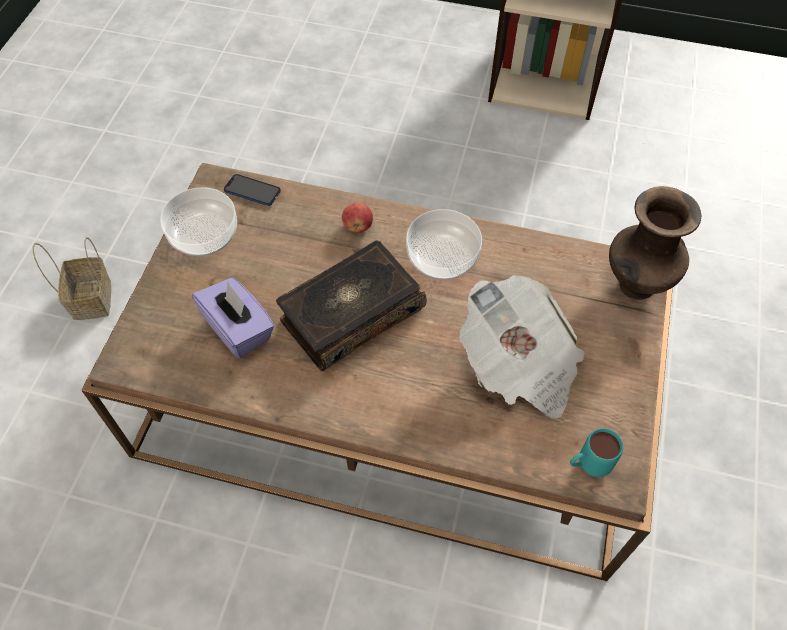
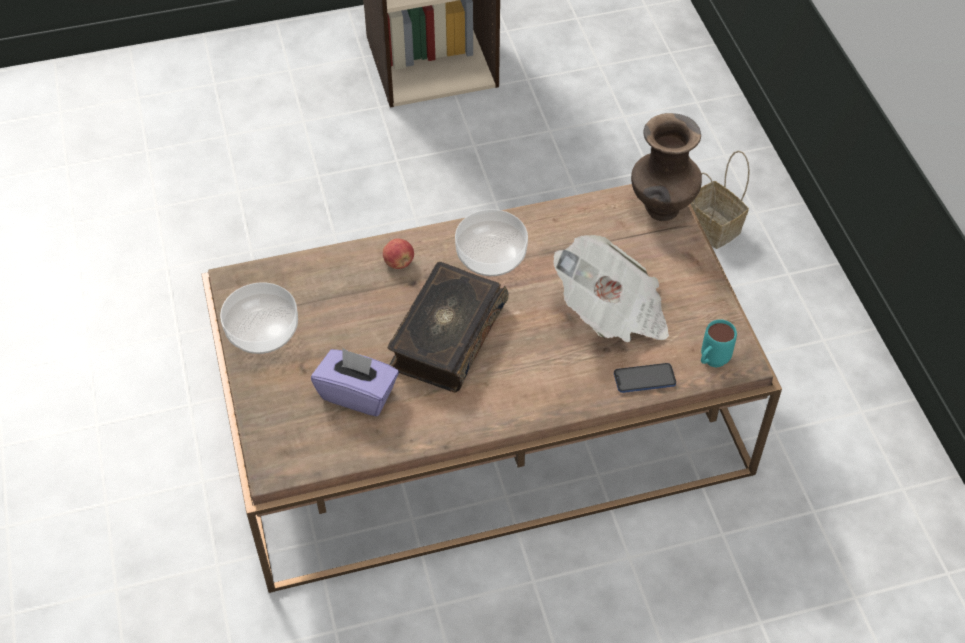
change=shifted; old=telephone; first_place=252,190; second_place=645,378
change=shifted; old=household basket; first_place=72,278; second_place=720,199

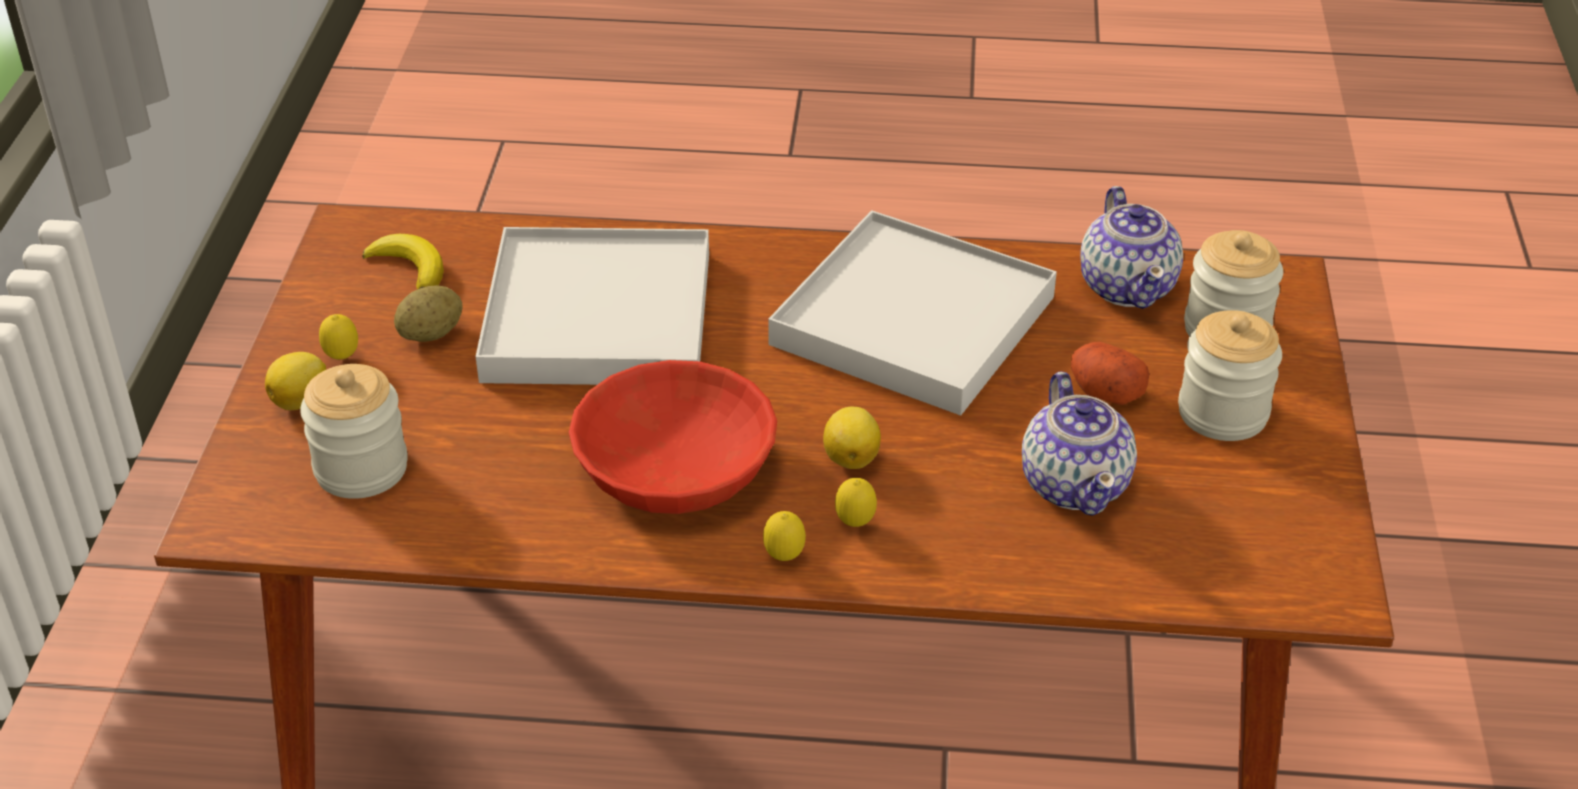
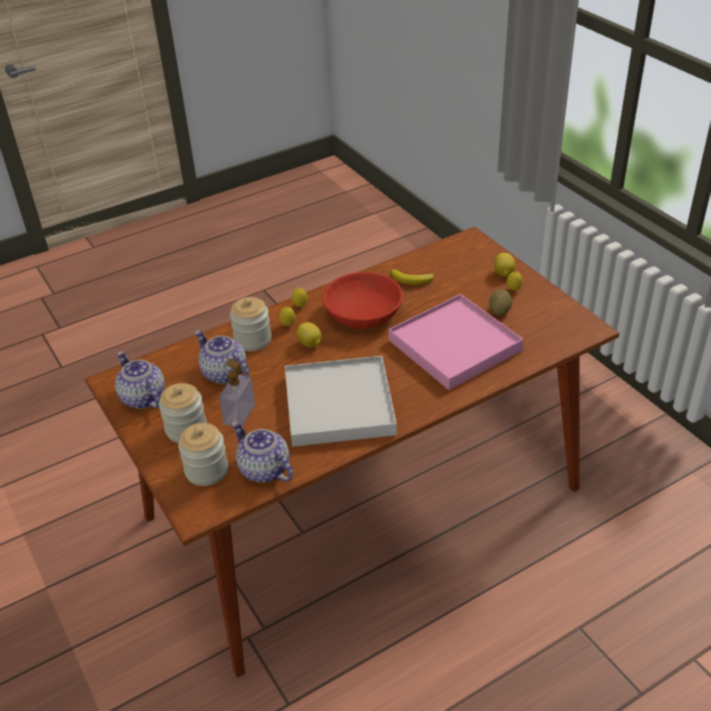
change=repainted; old=whitish serving tray; new=pinkish serving tray; first_place=592,306; second_place=456,342
change=shifted; old=banana fruit; first_place=403,261; second_place=412,277
change=swapped; old=spud; new=soap dispenser; first_place=1110,373; second_place=237,392
change=shifted; old=storage jar; first_place=354,431; second_place=250,324
change=new; new=tea pot; second_place=140,380

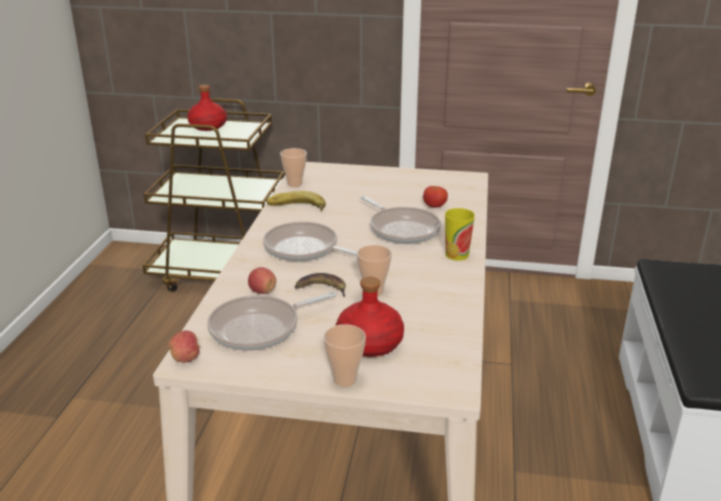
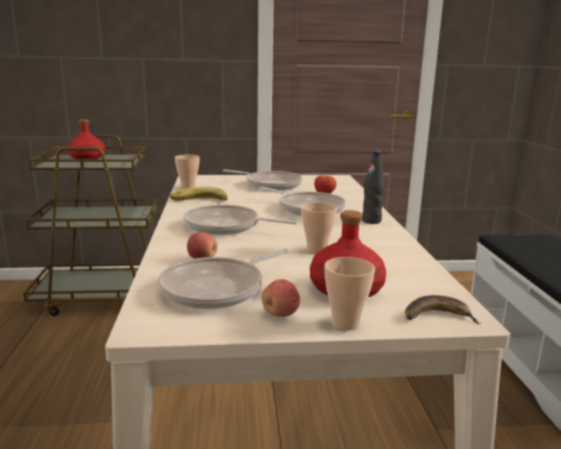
change=swapped; old=cup; new=black bottle; first_place=460,234; second_place=373,187
change=shifted; old=banana fruit; first_place=320,285; second_place=443,309
change=shifted; old=apple; first_place=184,346; second_place=281,298
change=new; new=skillet; second_place=263,179

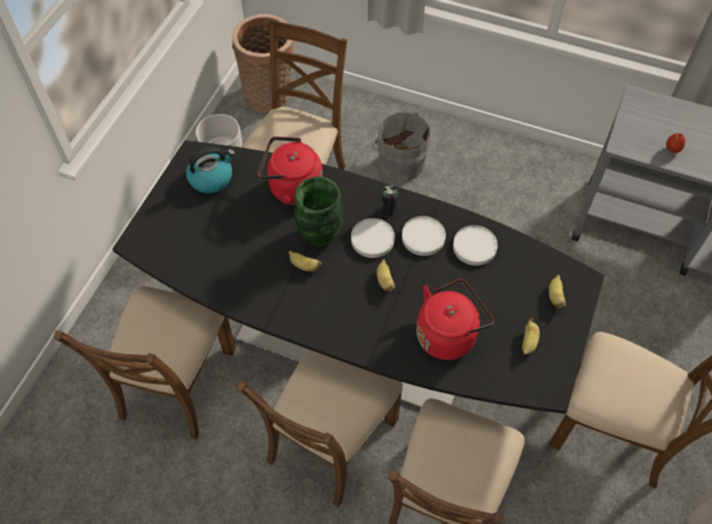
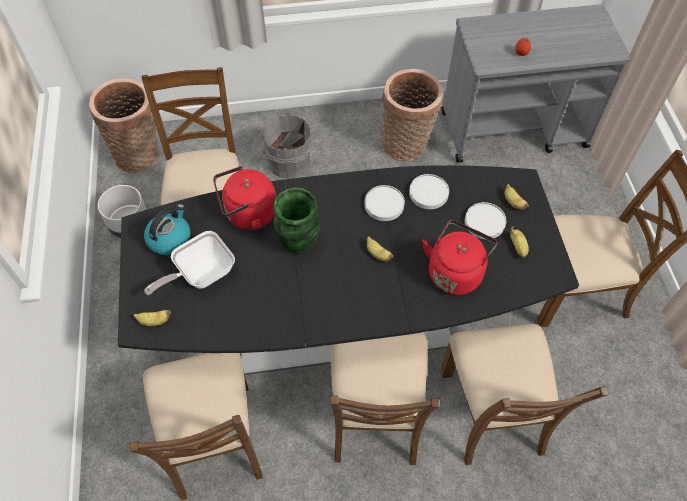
change=gone; old=can; first_place=389,201
change=shifted; old=whitish flat dish; first_place=373,238; second_place=485,220
change=shifted; old=banana fruit; first_place=305,261; second_place=152,318
change=new; new=household basket; second_place=412,115
change=new; new=skillet; second_place=189,263

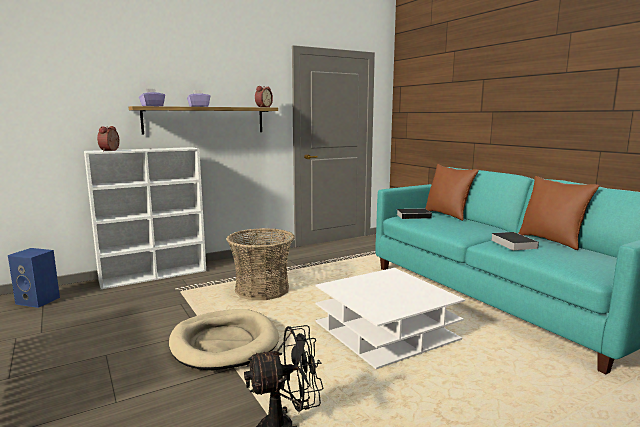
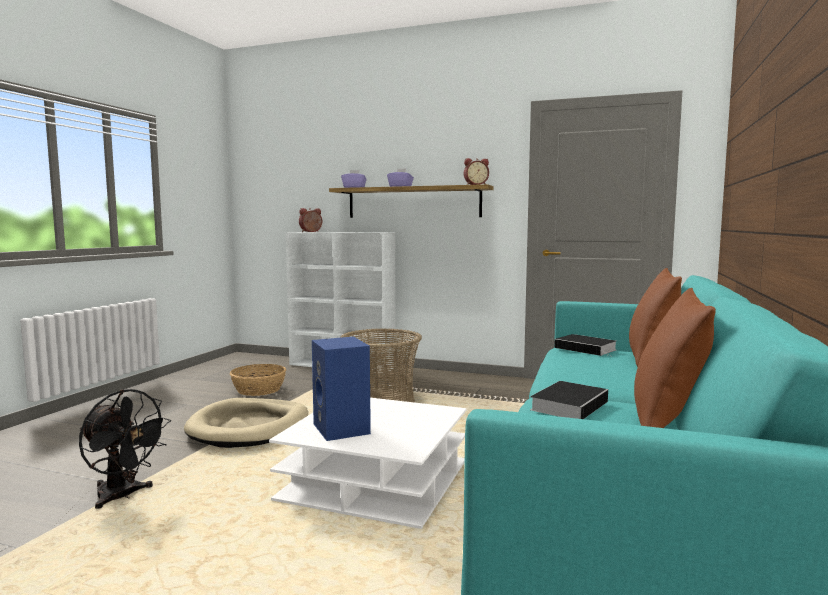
change=shifted; old=blue loudspeaker; first_place=34,278; second_place=341,389
change=new; new=household basket; second_place=258,380

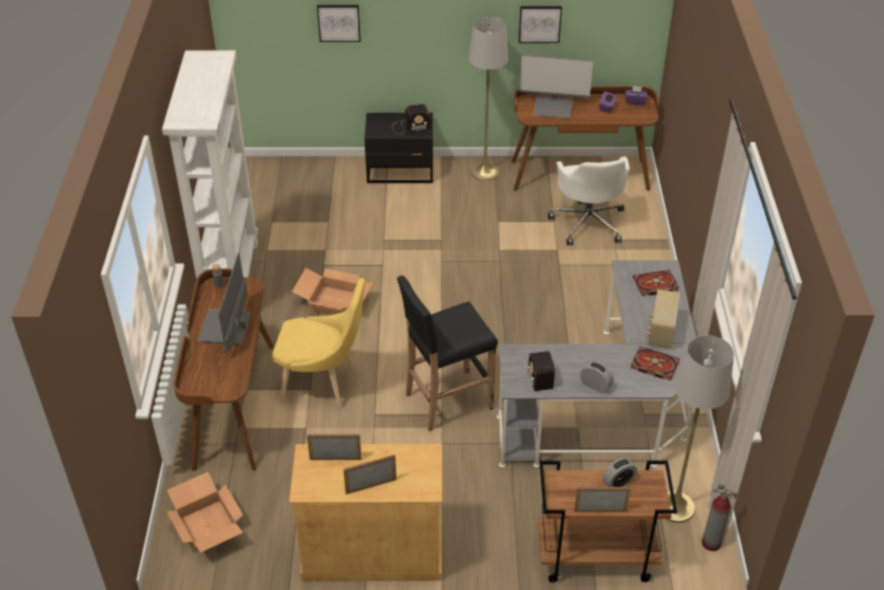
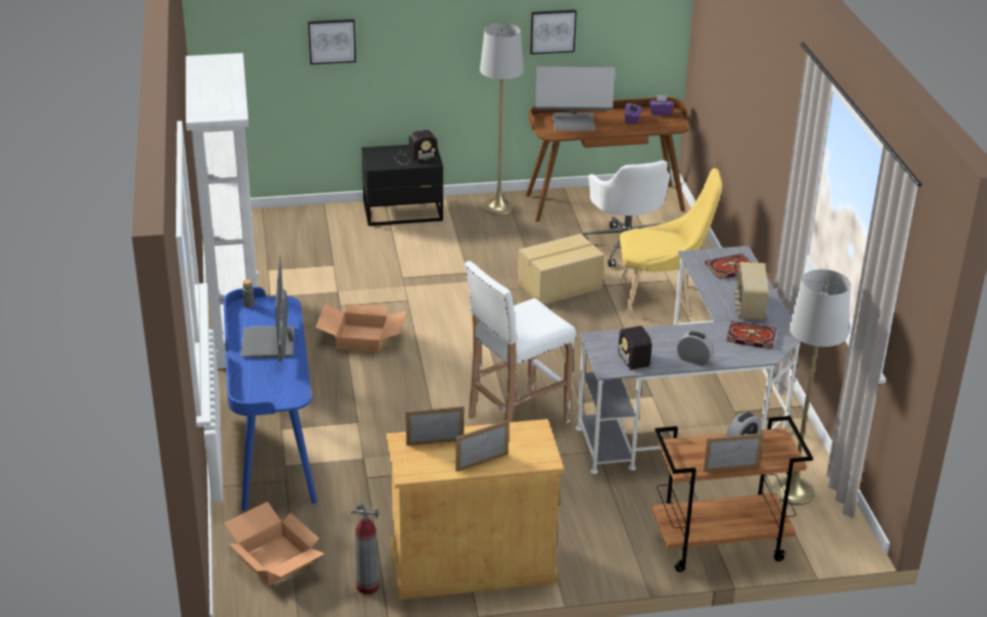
change=repainted; old=brownish desk unit; new=blue desk unit; first_place=223,370; second_place=270,399
change=repainted; old=black stool; new=whitish stool; first_place=447,353; second_place=520,342
change=shifted; old=yellow-coloured plain chair; first_place=318,343; second_place=671,242
change=shifted; old=fire-fighting cylinder; first_place=719,517; second_place=365,549
change=new; new=packing box; second_place=561,269

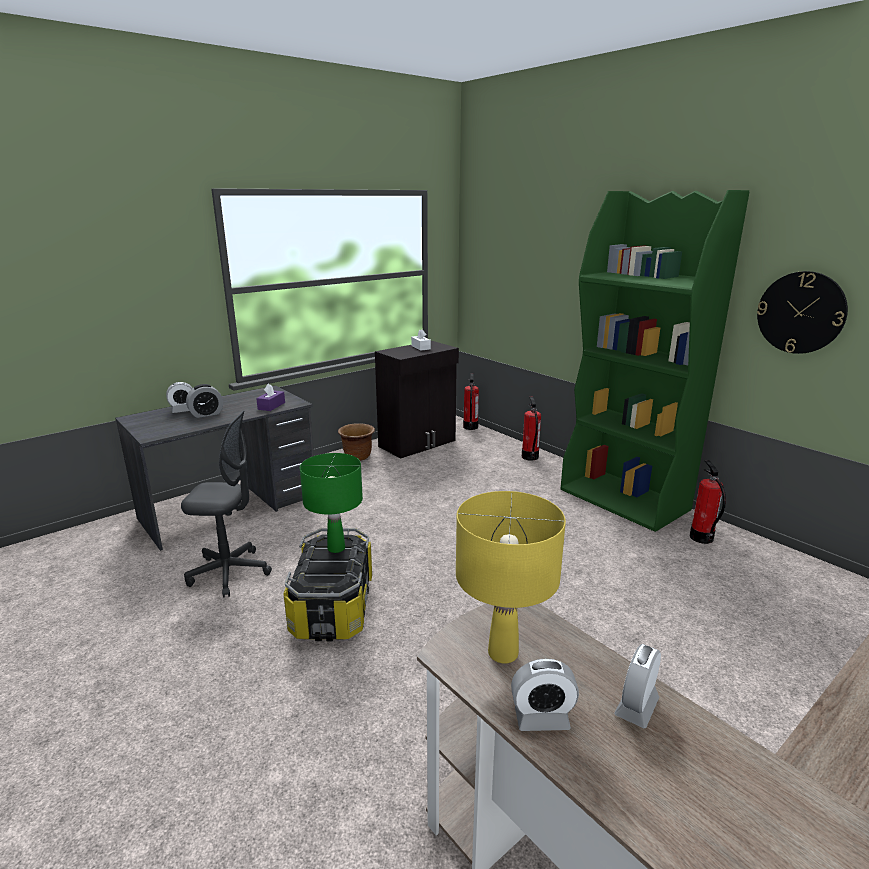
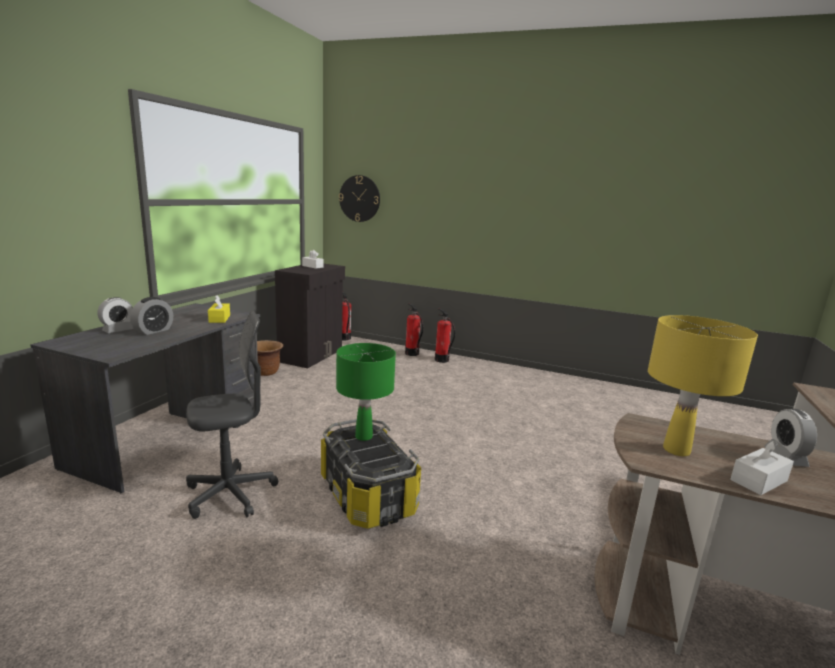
change=gone; old=green-coloured shelving unit; first_place=655,361
change=shifted; old=hanging clock; first_place=802,312; second_place=359,198
change=repainted; old=purple-coloured tissue box; new=yellow-coloured tissue box; first_place=270,397; second_place=219,309
change=shifted; old=fire-fighting cylinder; first_place=708,502; second_place=445,335
change=swapped; old=table clock; new=whitish tissue box; first_place=545,695; second_place=762,468

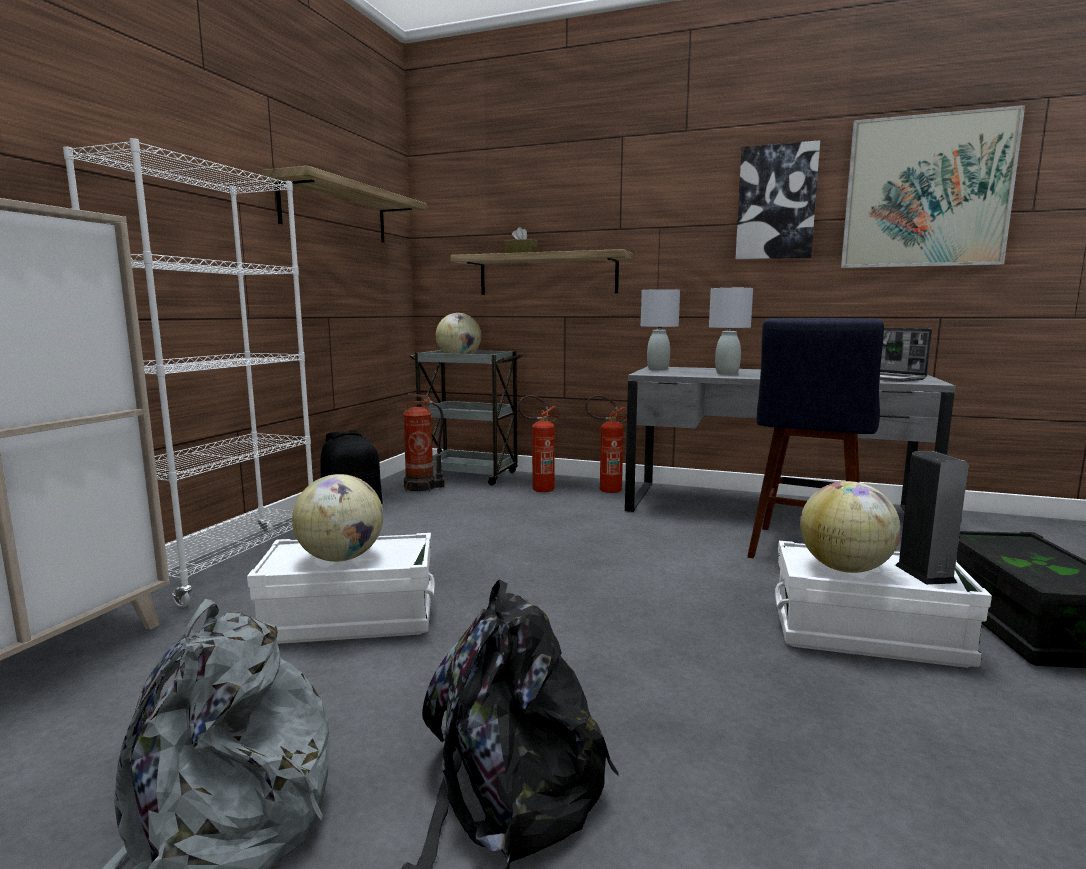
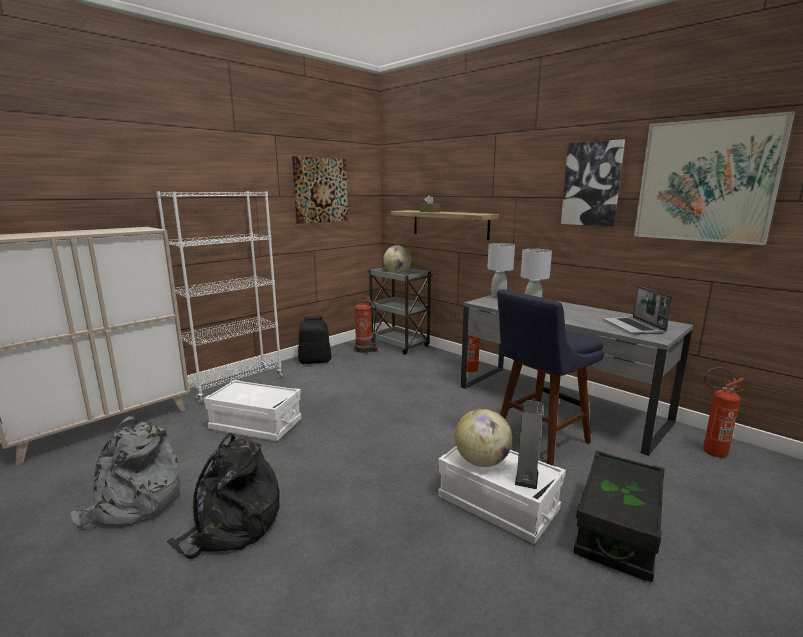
change=swapped; old=bracket shelf; new=wall picture; first_place=344,204; second_place=320,190
change=shifted; old=fire-fighting cylinder; first_place=538,443; second_place=723,412
change=gone; old=desk globe; first_place=337,518

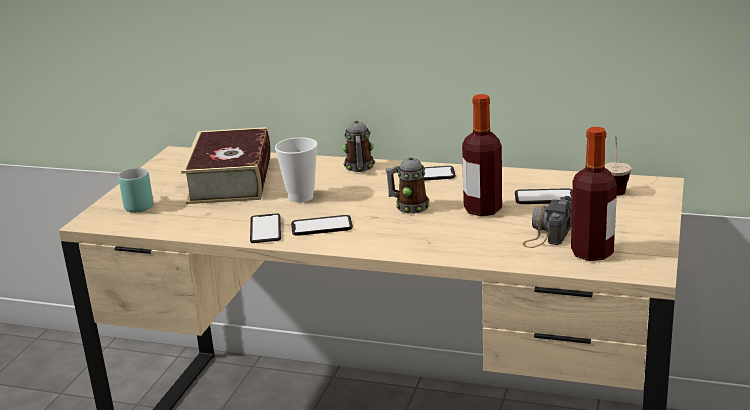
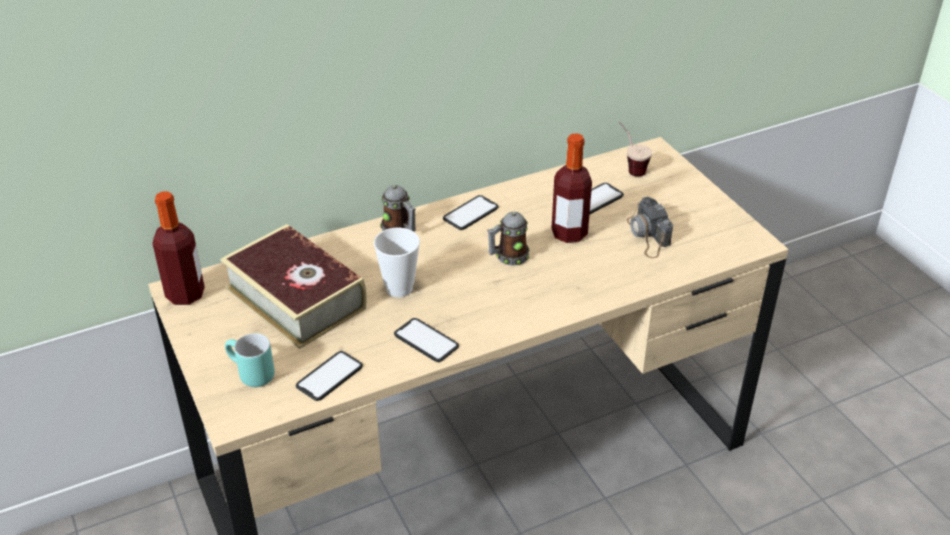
change=shifted; old=bottle; first_place=594,194; second_place=178,248
change=shifted; old=telephone; first_place=322,225; second_place=329,376

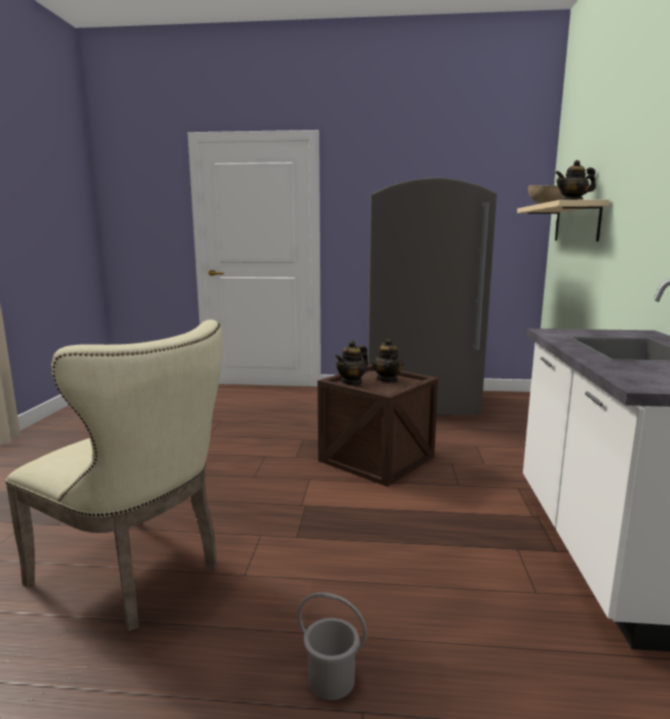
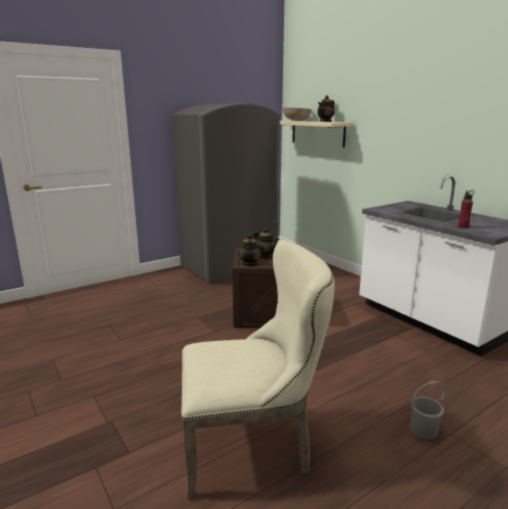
change=new; new=red bottle; second_place=466,209

